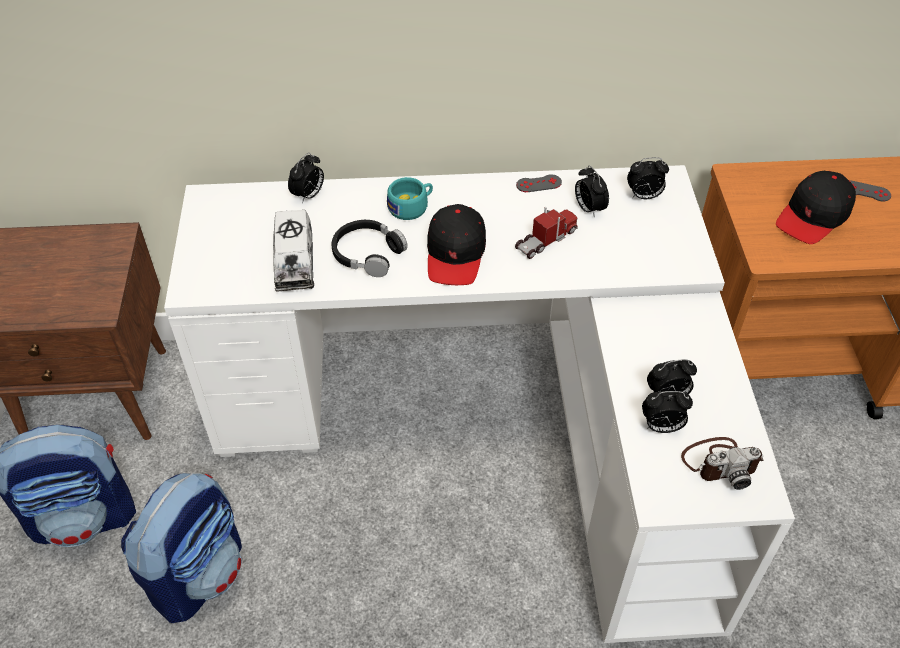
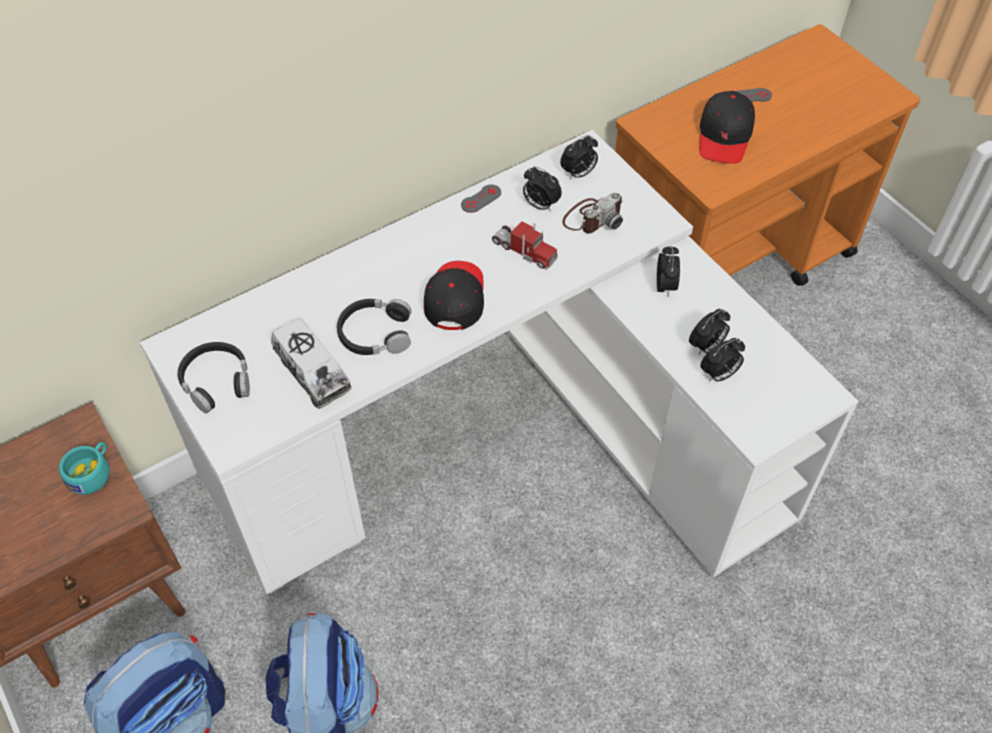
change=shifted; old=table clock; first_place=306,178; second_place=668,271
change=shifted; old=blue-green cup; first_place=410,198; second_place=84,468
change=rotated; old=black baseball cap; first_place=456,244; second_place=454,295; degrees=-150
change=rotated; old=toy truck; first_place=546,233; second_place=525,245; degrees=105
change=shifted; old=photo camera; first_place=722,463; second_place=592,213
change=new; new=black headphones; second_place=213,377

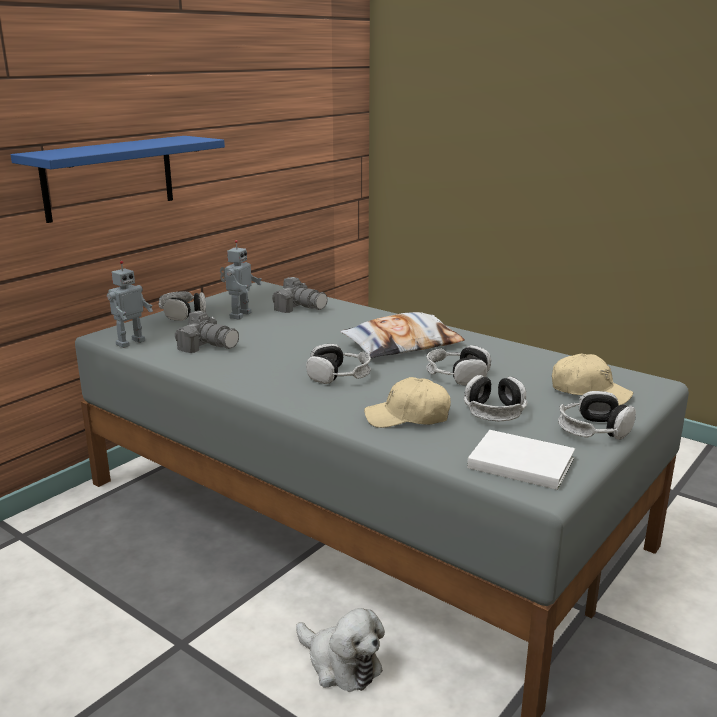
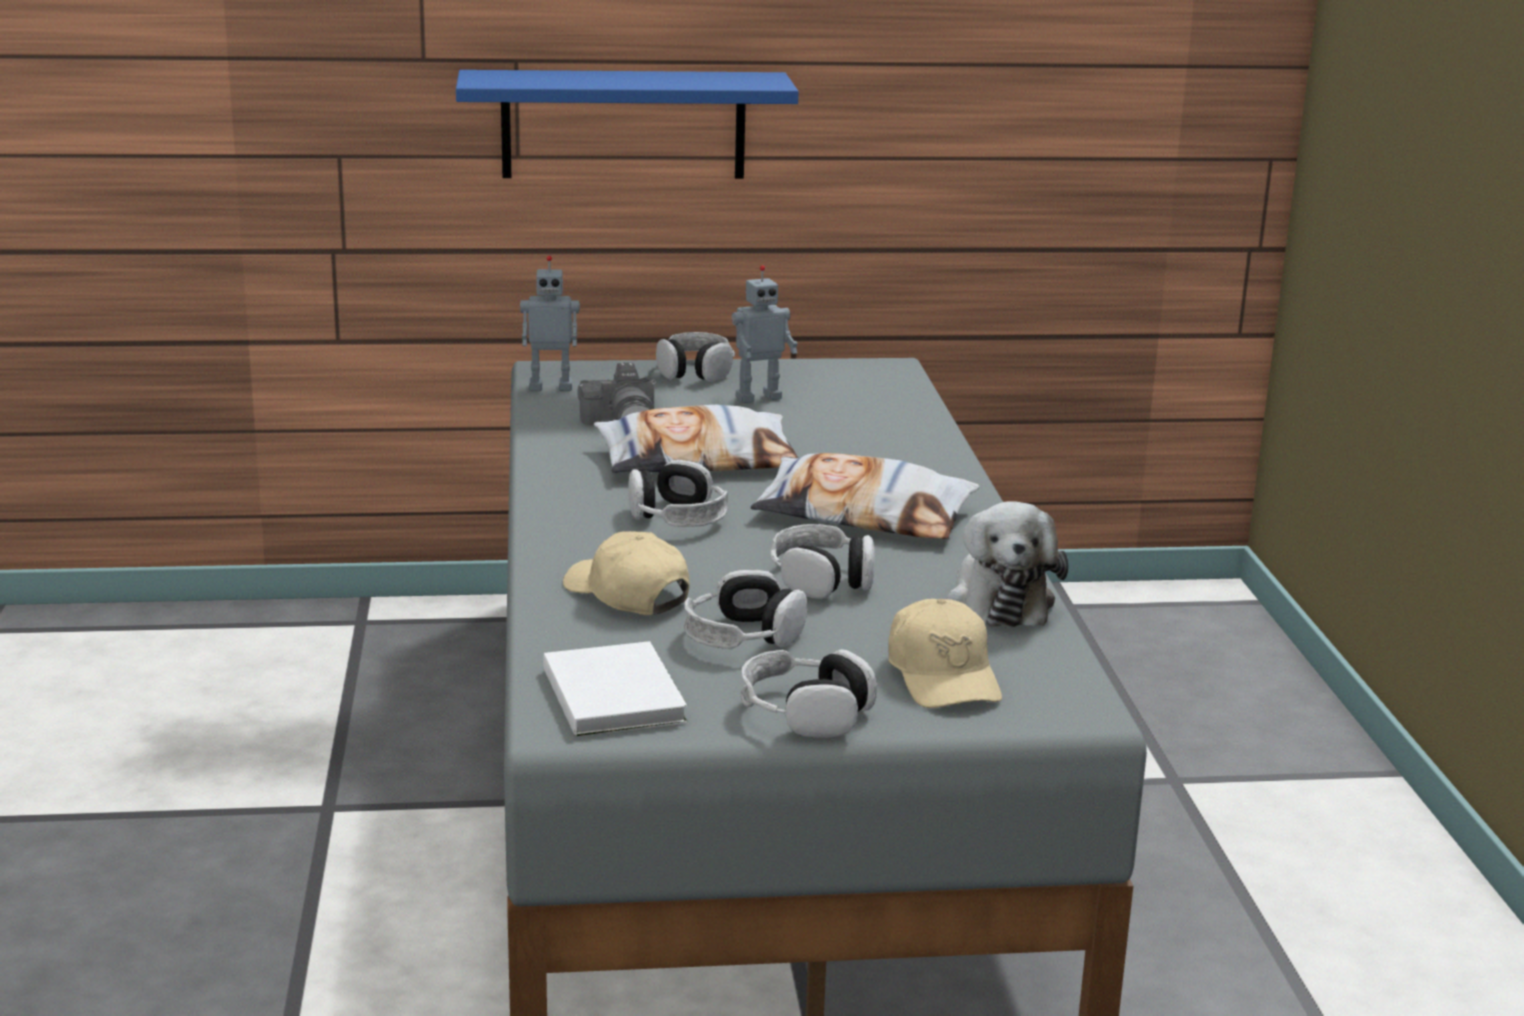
change=gone; old=photo camera; first_place=299,295
change=shifted; old=plush toy; first_place=340,650; second_place=1007,564
change=new; new=throw pillow; second_place=695,439

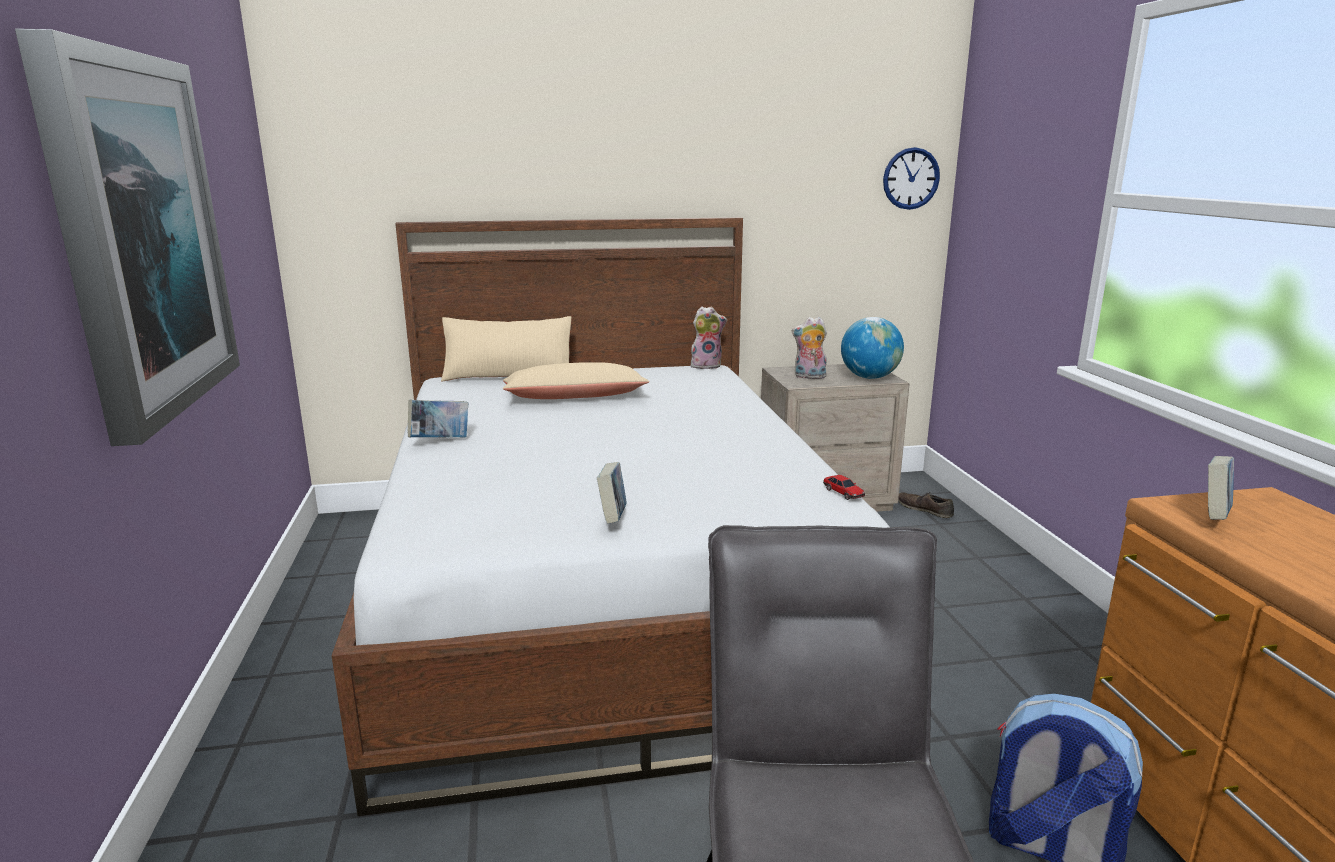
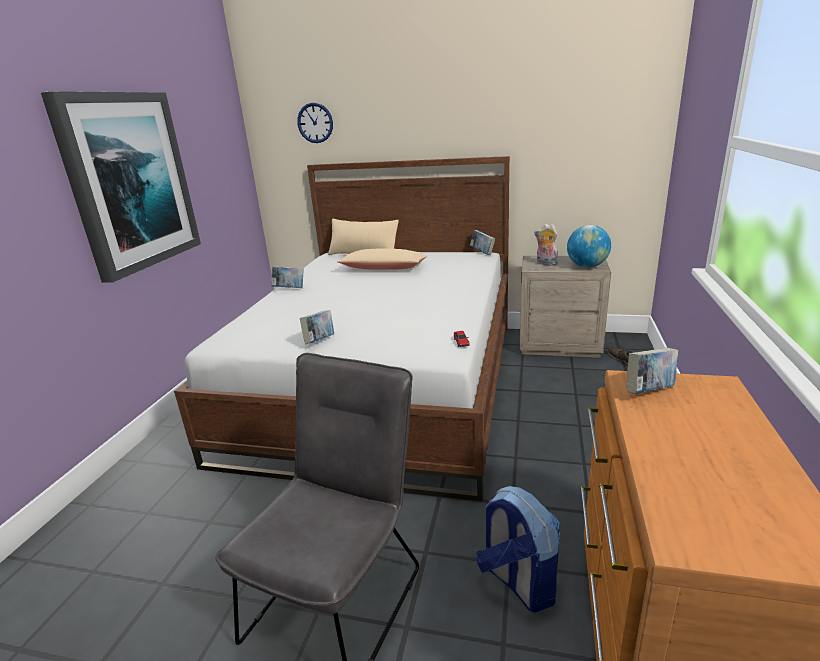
change=shifted; old=hanging clock; first_place=911,178; second_place=315,123
change=swapped; old=plush toy; new=book; first_place=709,337; second_place=482,242

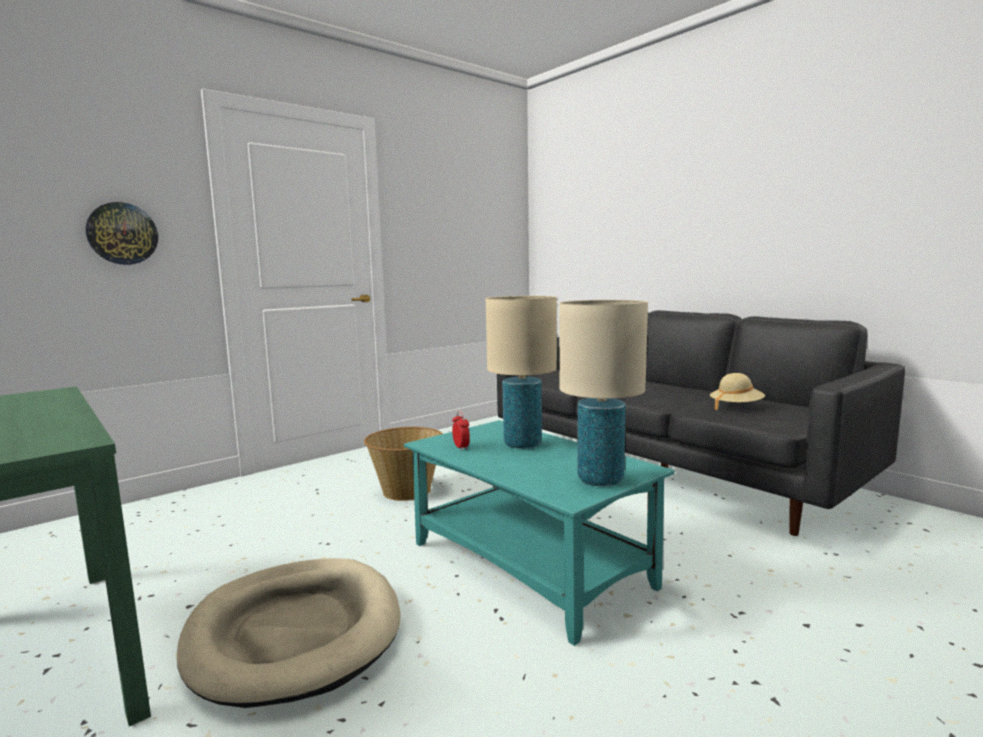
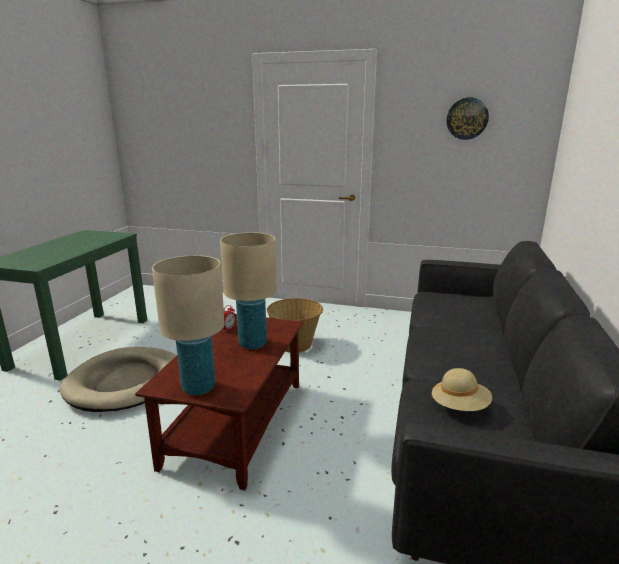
change=shifted; old=hanging clock; first_place=122,233; second_place=468,118
change=repainted; old=blue-green lounge table; new=brownish lounge table; first_place=539,533; second_place=219,402

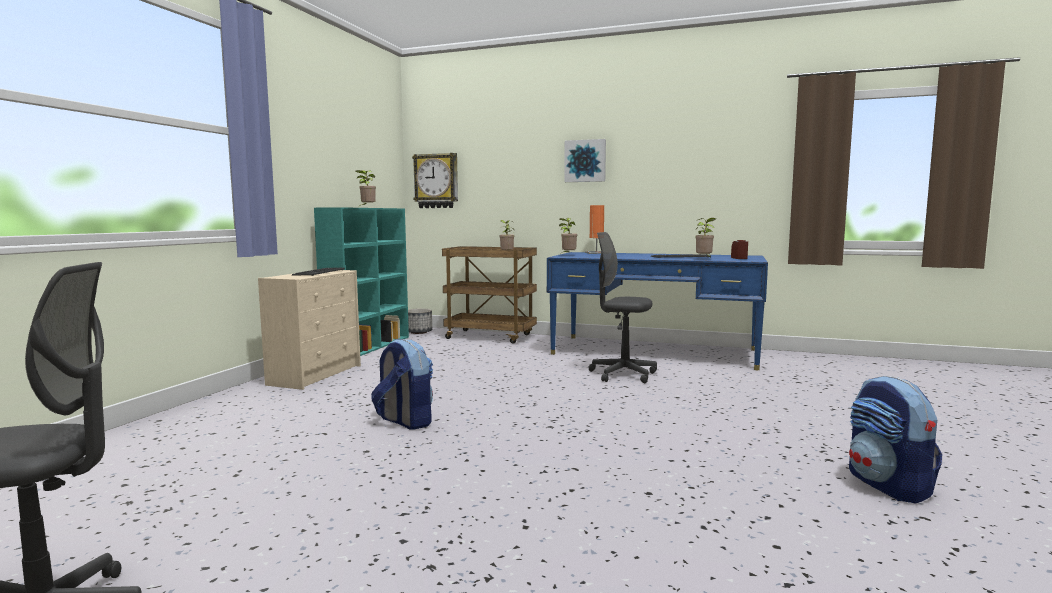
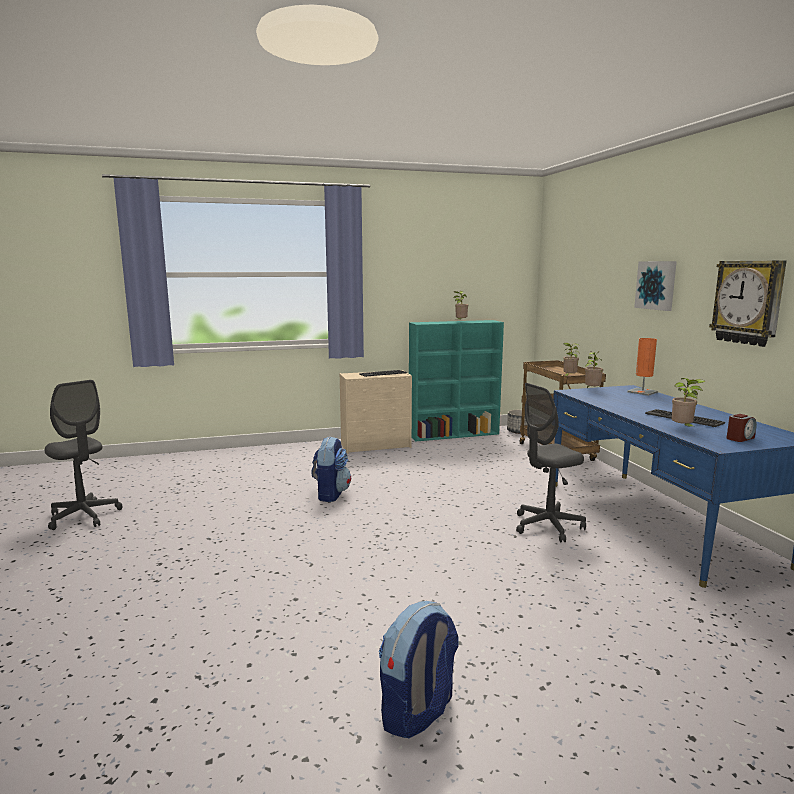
change=shifted; old=hanging clock; first_place=435,180; second_place=747,303
change=rotated; old=gray desk chair; first_place=623,307; second_place=551,463; degrees=-105

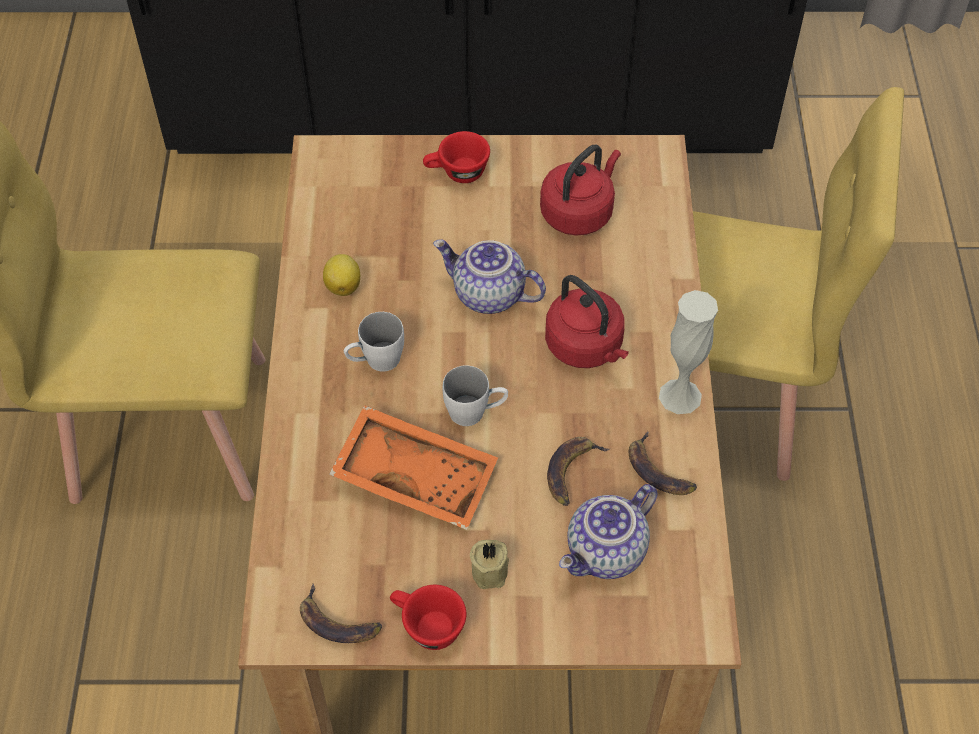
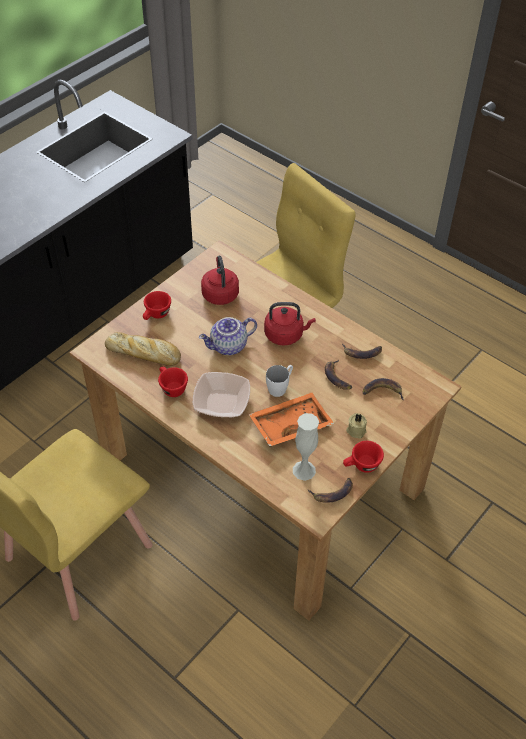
change=swapped; old=citrus fruit; new=red cup; first_place=341,275; second_place=173,382
change=shifted; old=whitish decorative vase; first_place=688,352; second_place=306,447
change=swapped; old=whitish coffee mug; new=deep dish; first_place=374,342; second_place=221,394
change=swapped; old=tea pot; new=banana fruit; first_place=608,531; second_place=383,389
change=new; new=bread; second_place=143,349

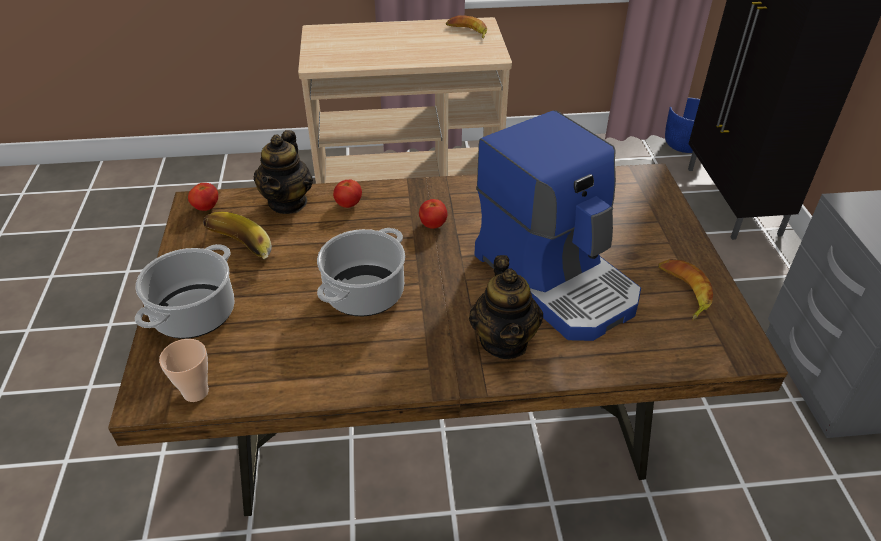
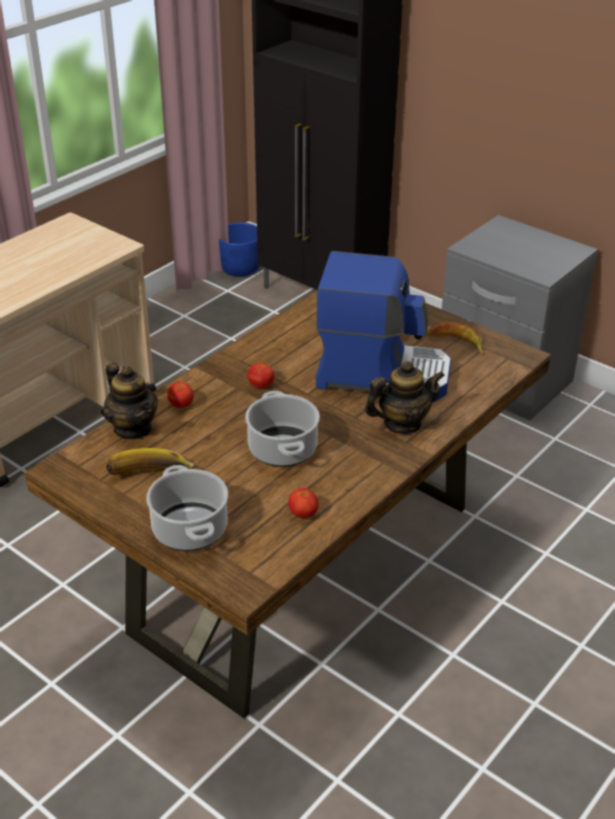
change=gone; old=banana fruit; first_place=466,27
change=shifted; old=fresh tomato; first_place=203,197; second_place=303,503
change=rotated; old=tea pot; first_place=506,307; second_place=404,397; degrees=-60
change=gone; old=cup; first_place=184,370

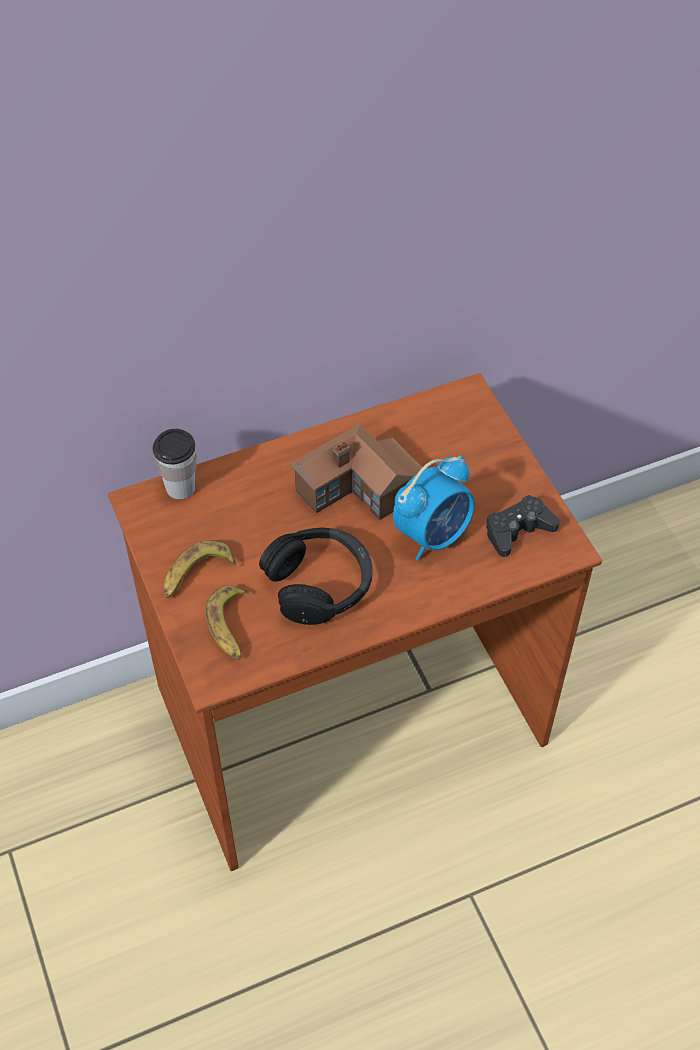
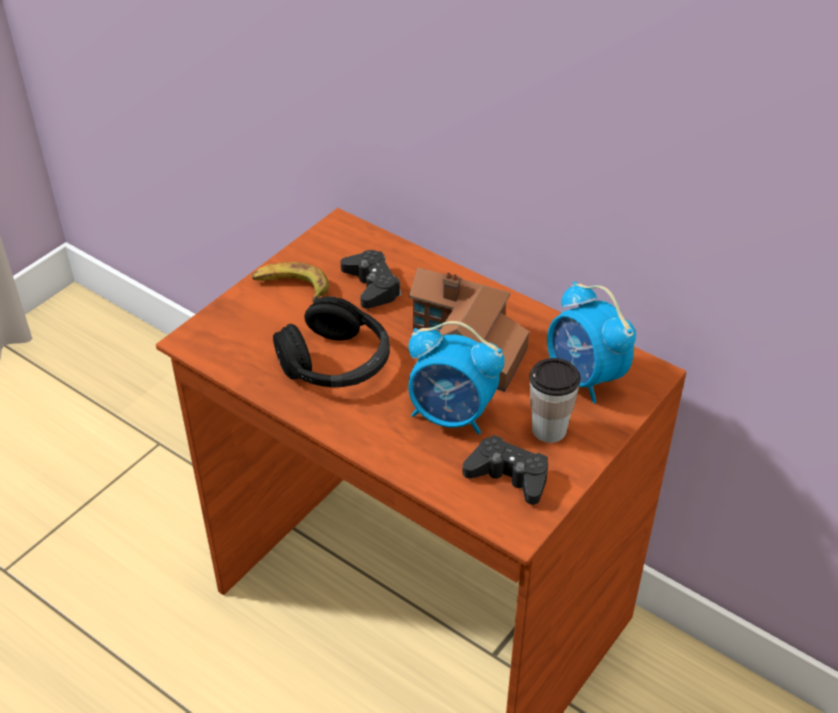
change=shifted; old=cup; first_place=174,464; second_place=555,400
change=gone; old=banana fruit; first_place=227,622
change=new; new=black joypad; second_place=371,279
change=new; new=table clock; second_place=591,342

